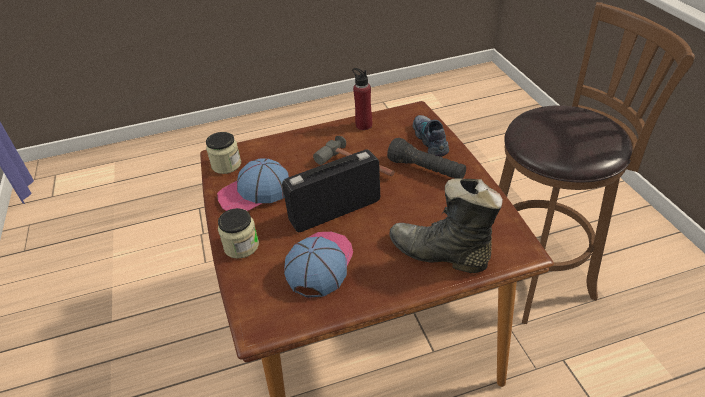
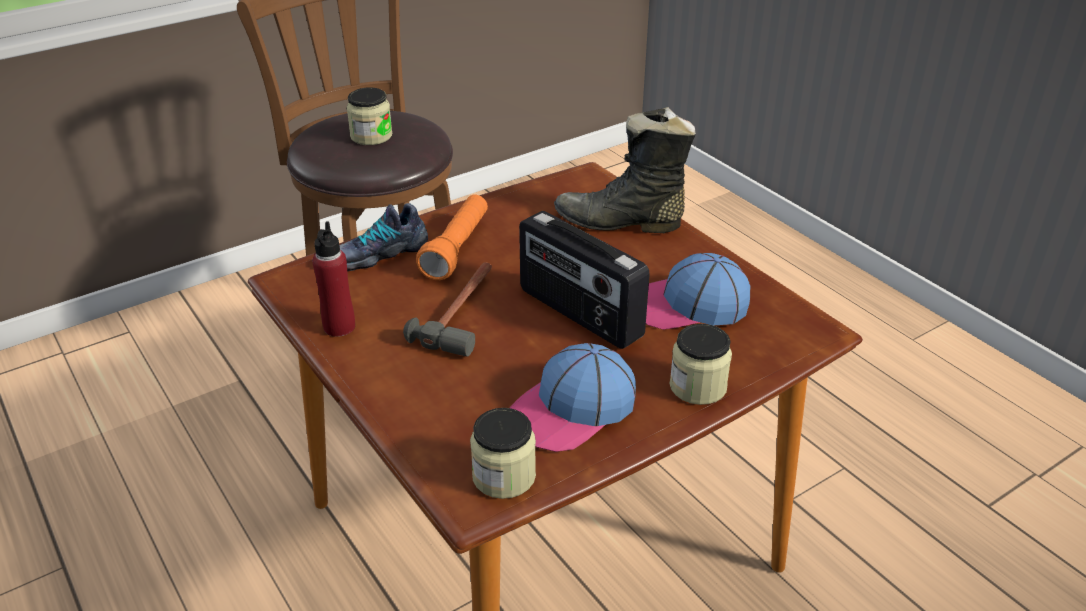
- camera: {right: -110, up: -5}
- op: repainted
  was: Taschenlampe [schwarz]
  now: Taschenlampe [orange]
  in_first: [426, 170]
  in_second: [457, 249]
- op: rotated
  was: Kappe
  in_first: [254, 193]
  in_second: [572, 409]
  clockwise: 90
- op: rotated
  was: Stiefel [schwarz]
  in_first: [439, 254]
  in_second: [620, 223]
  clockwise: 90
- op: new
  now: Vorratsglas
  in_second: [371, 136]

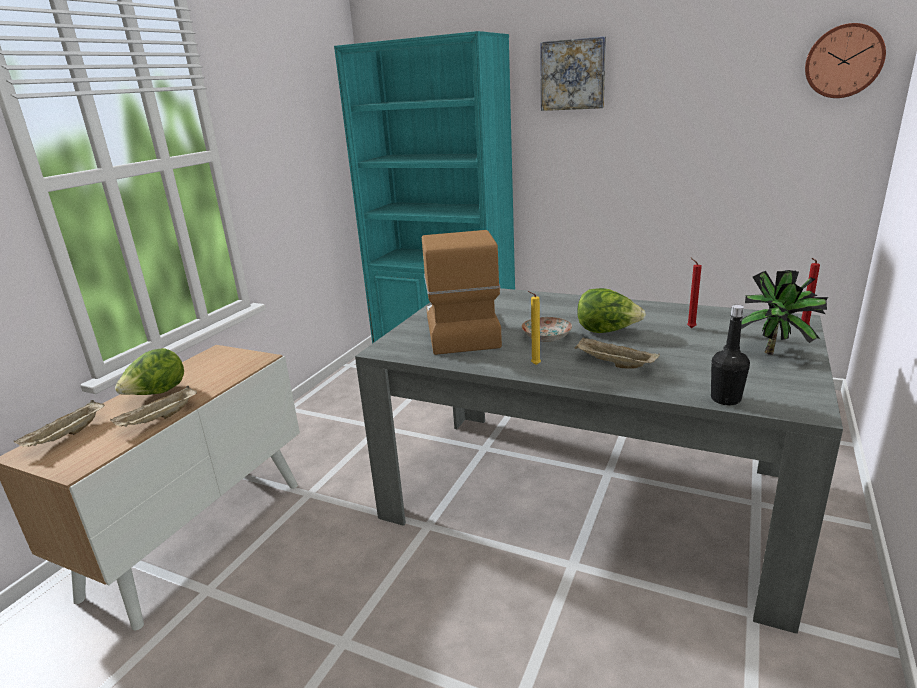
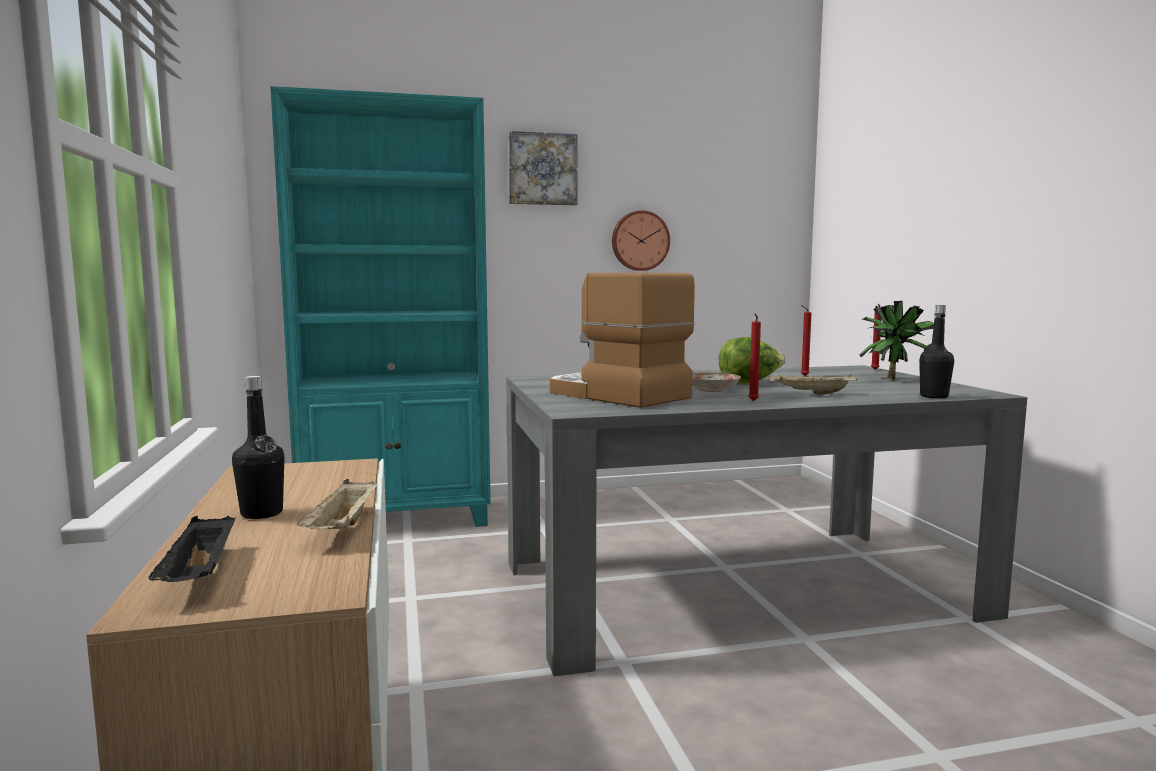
- camera: {right: -40, up: -15}
- op: shifted
  was: Wanduhr
  in_first: [843, 61]
  in_second: [640, 241]
- op: repainted
  was: Kerze [gelb]
  now: Kerze [rot]
  in_first: [534, 365]
  in_second: [753, 401]
- op: swapped
  was: Salatkopf
  now: Flasche [schwarz]
  in_first: [157, 394]
  in_second: [262, 513]
- op: repainted
  was: Tablett [beige]
  now: Tablett [schwarz]
  in_first: [67, 436]
  in_second: [201, 575]

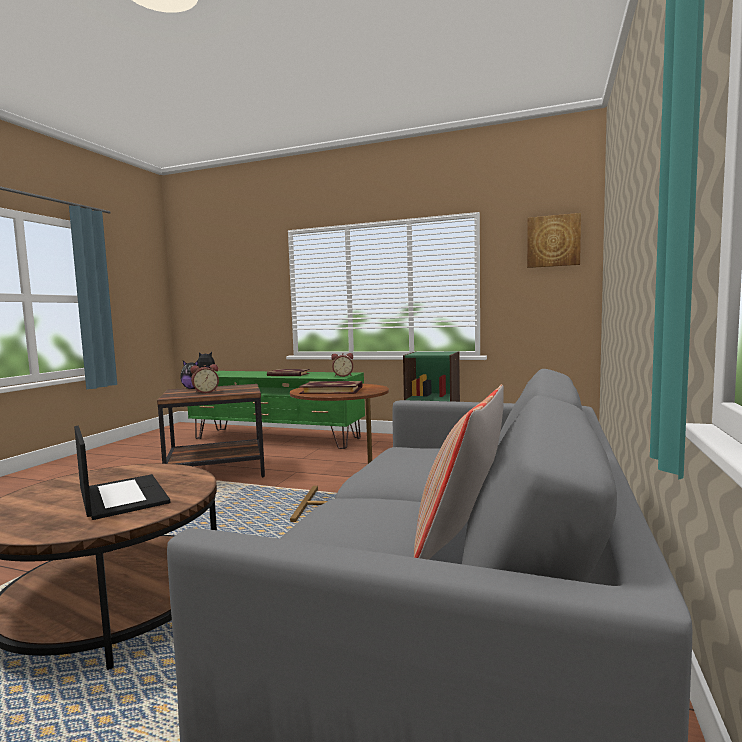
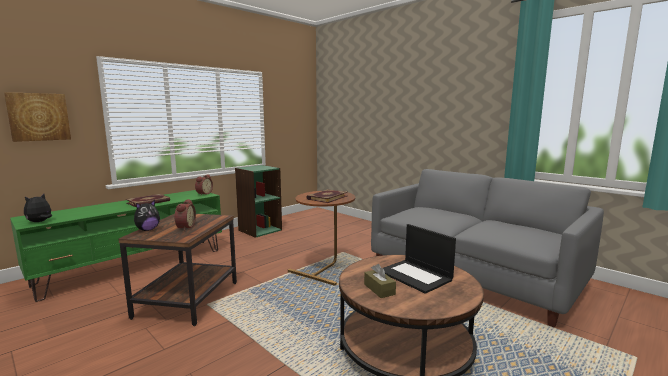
- camera: {right: -65, up: 5}
- op: shifted
  was: Bild
  in_first: [553, 241]
  in_second: [39, 117]
- op: gone
  was: Kissen
  in_first: [460, 542]
- op: rotated
  was: Laptop
  in_first: [122, 497]
  in_second: [416, 276]
  clockwise: -120
- op: new
  now: Taschentuchbox [braun]
  in_second: [379, 289]

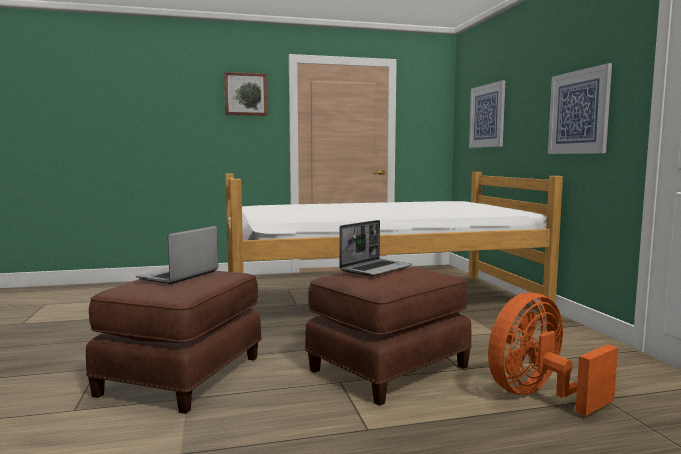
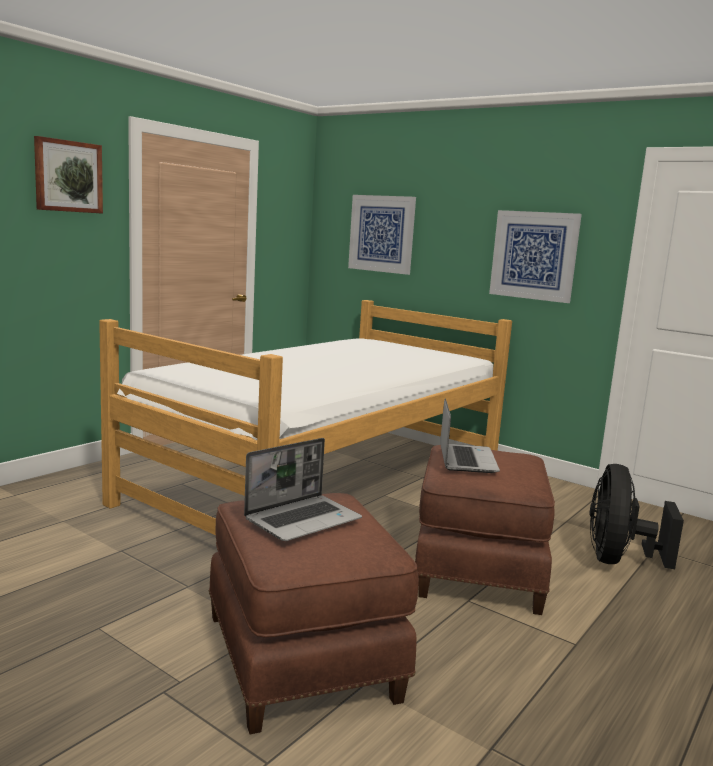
- camera: {right: -40, up: 5}
- op: rotated
  was: Laptop
  in_first: [178, 275]
  in_second: [303, 519]
  clockwise: -120
- op: repainted
  was: Ventilator [orange]
  now: Ventilator [schwarz]
  in_first: [538, 395]
  in_second: [618, 560]

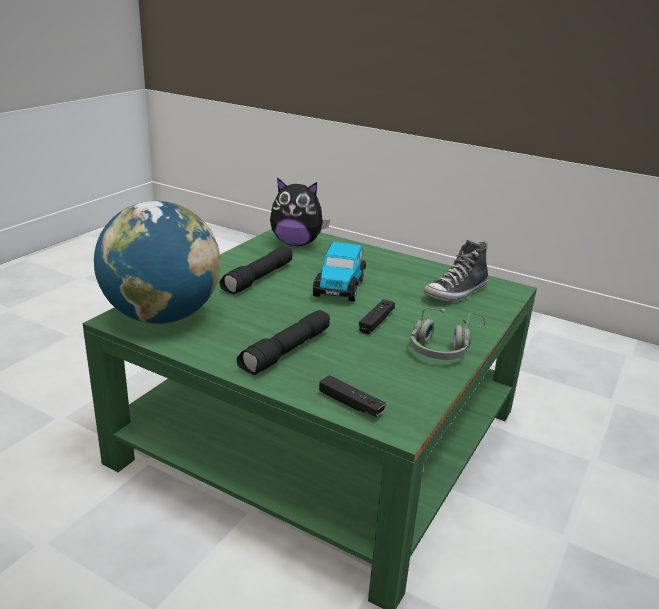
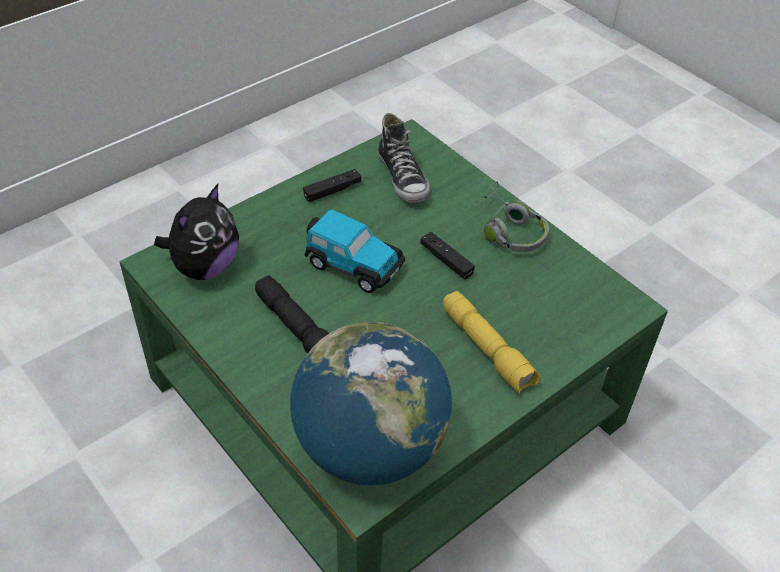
- camera: {right: -70, up: 20}
- op: repainted
  was: Taschenlampe [schwarz]
  now: Taschenlampe [gelb]
  in_first: [287, 352]
  in_second: [488, 349]
- op: shifted
  was: Gamepad [schwarz]
  in_first: [350, 404]
  in_second: [332, 191]

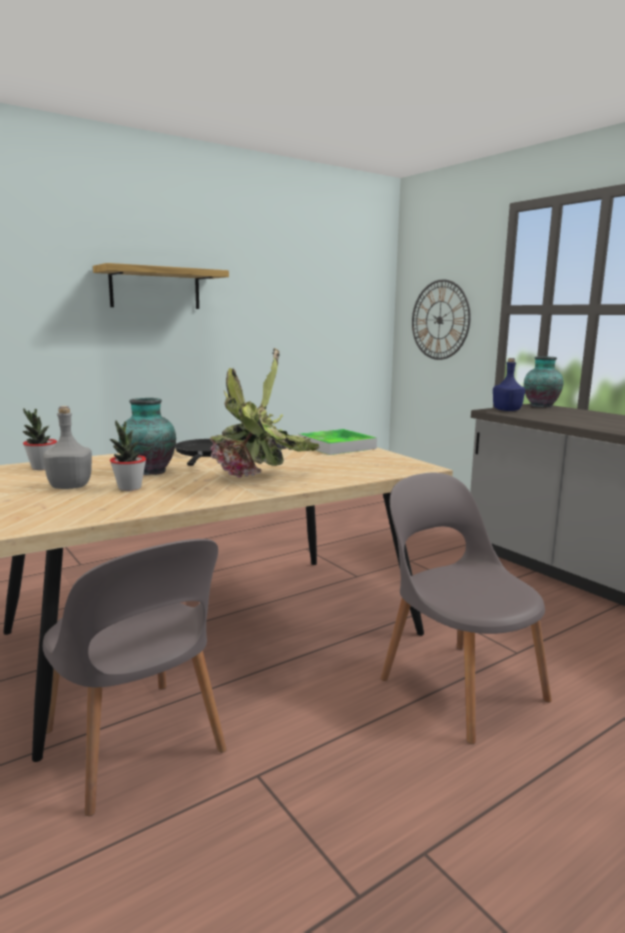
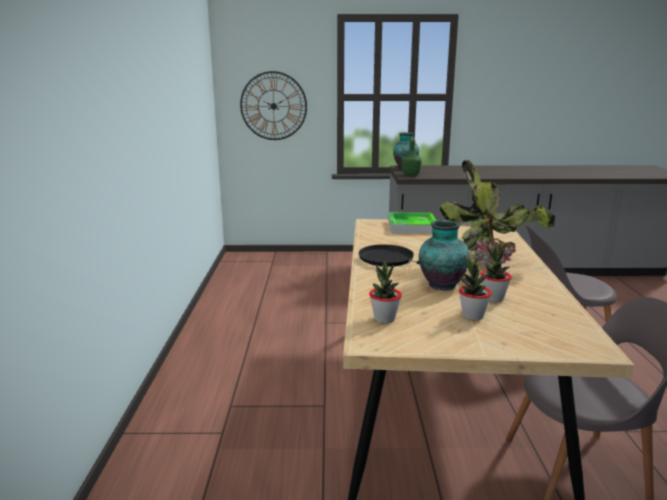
- camera: {right: -55, up: 5}
- op: gone
  was: Wandregal
  in_first: [155, 288]
- op: repainted
  was: Flasche [blau]
  now: Flasche [grün]
  in_first: [506, 410]
  in_second: [410, 174]
- op: swapped
  was: Flasche [grau]
  now: Topfpflanze
  in_first: [71, 486]
  in_second: [472, 316]

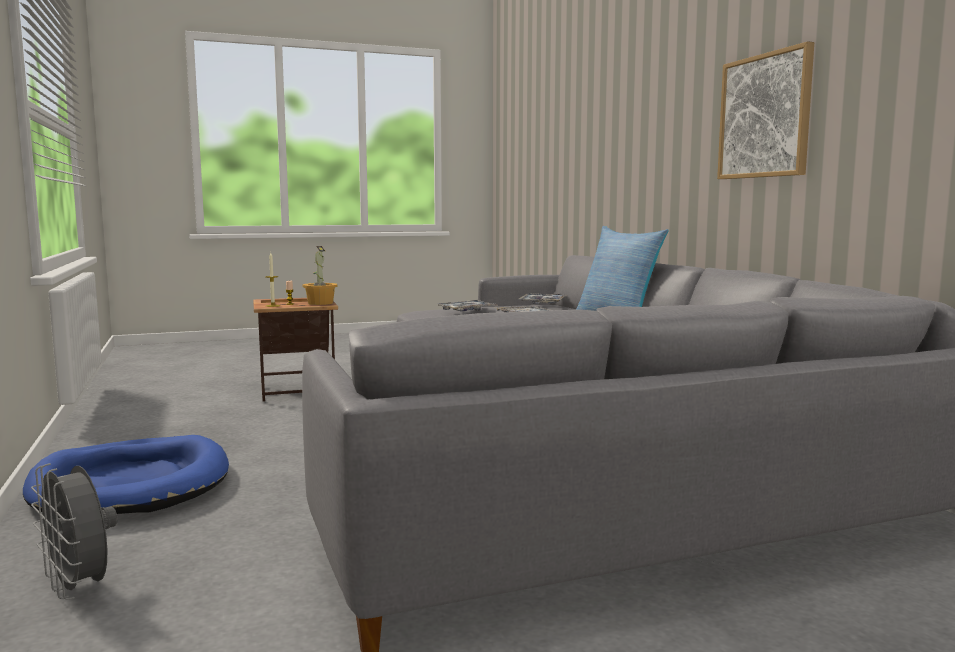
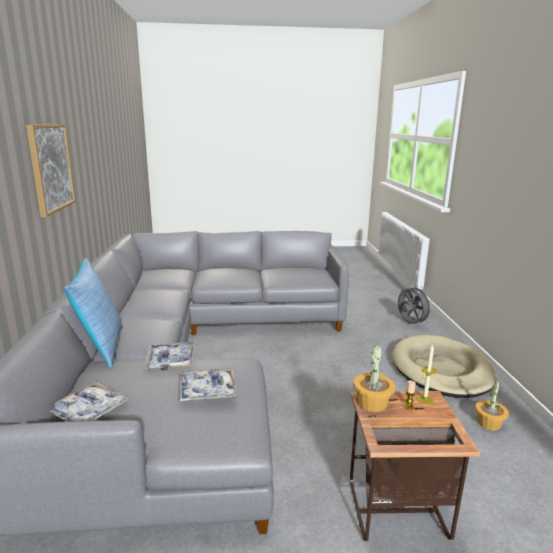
- camera: {right: -165, up: 10}
- op: repainted
  was: Hundebett [blau]
  now: Hundebett [beige]
  in_first: [132, 484]
  in_second: [441, 370]
- op: new
  now: Topfpflanze
  in_second: [488, 423]

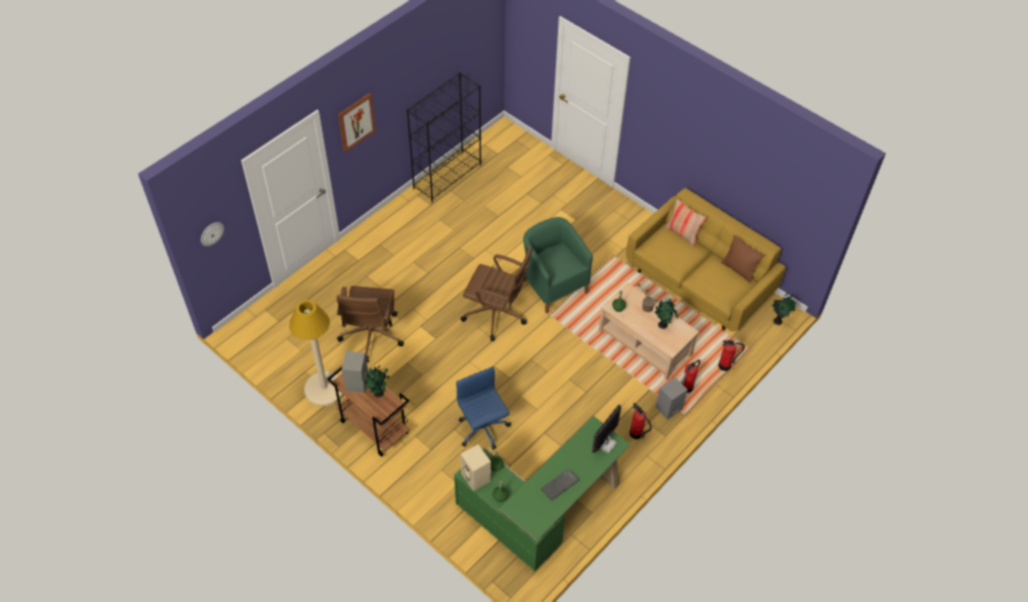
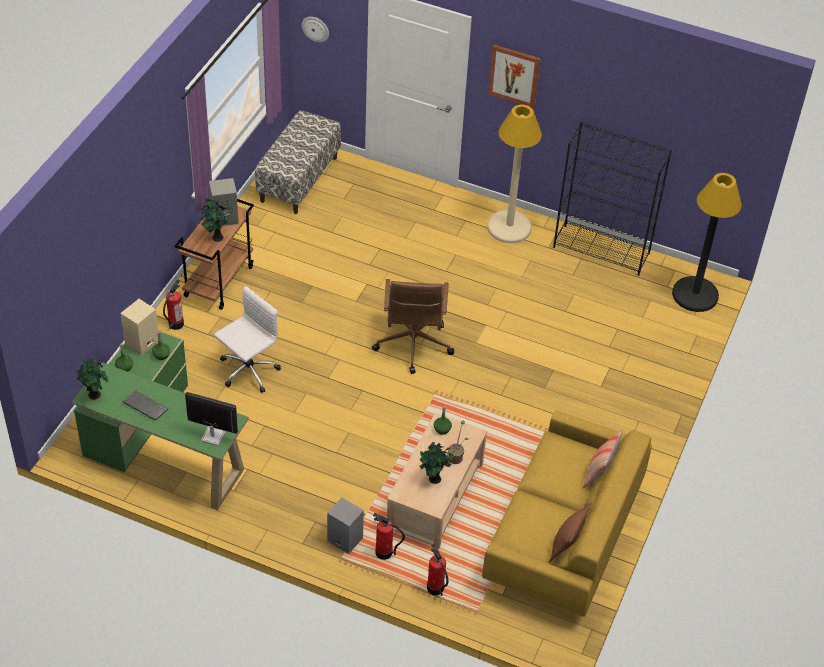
- camera: {right: 70, up: -5}
- op: gone
  was: Sessel [grün]
  in_first: [553, 285]
- op: gone
  was: Bürostuhl [braun]
  in_first: [371, 336]
- op: shifted
  was: Topfpflanze
  in_first: [778, 320]
  in_second: [95, 395]
- op: shifted
  was: Stehlampe [beige]
  in_first: [324, 389]
  in_second: [509, 227]
- op: repainted
  was: Bürostuhl [blau]
  now: Bürostuhl [weiß]
  in_first: [483, 430]
  in_second: [248, 371]
- op: shifted
  was: Feuerlöscher
  in_first: [636, 433]
  in_second: [176, 324]
- op: new
  now: Bank
  in_second: [298, 179]
- op: new
  now: Stehlampe [schwarz]
  in_second: [695, 295]

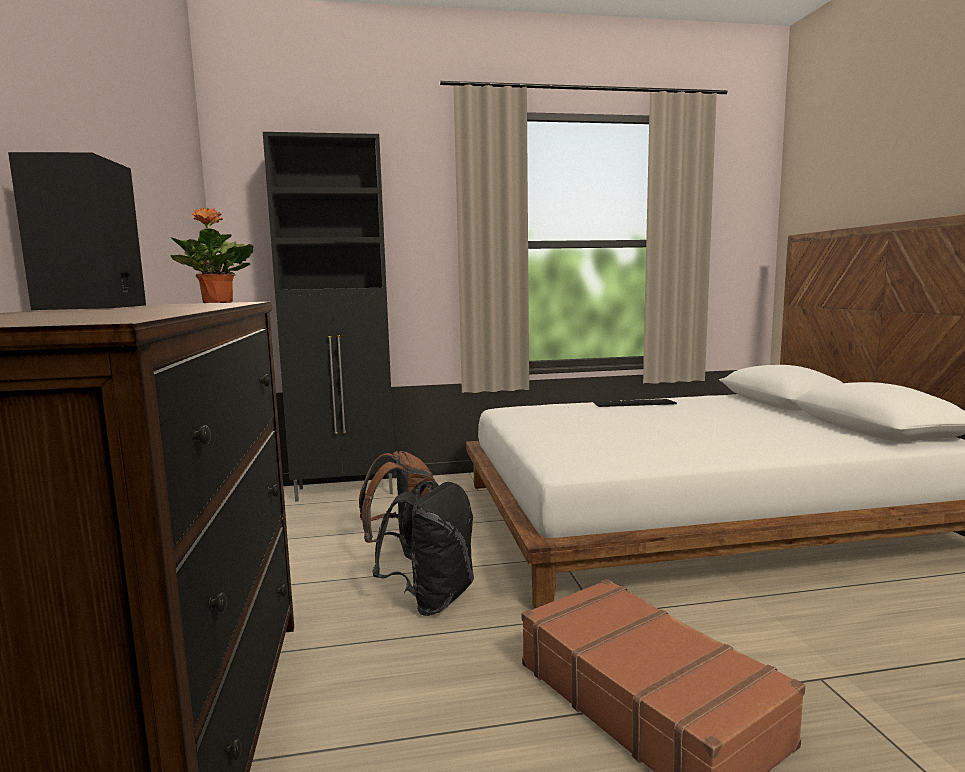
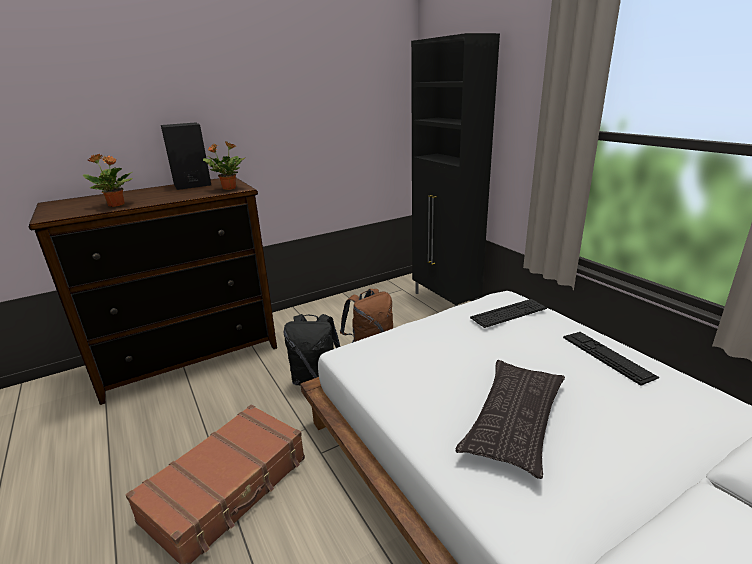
- camera: {right: 70, up: 15}
- op: new
  now: Topfpflanze
  in_second: [116, 205]
- op: new
  now: Tastatur
  in_second: [508, 313]
- op: new
  now: Kissen
  in_second: [514, 420]

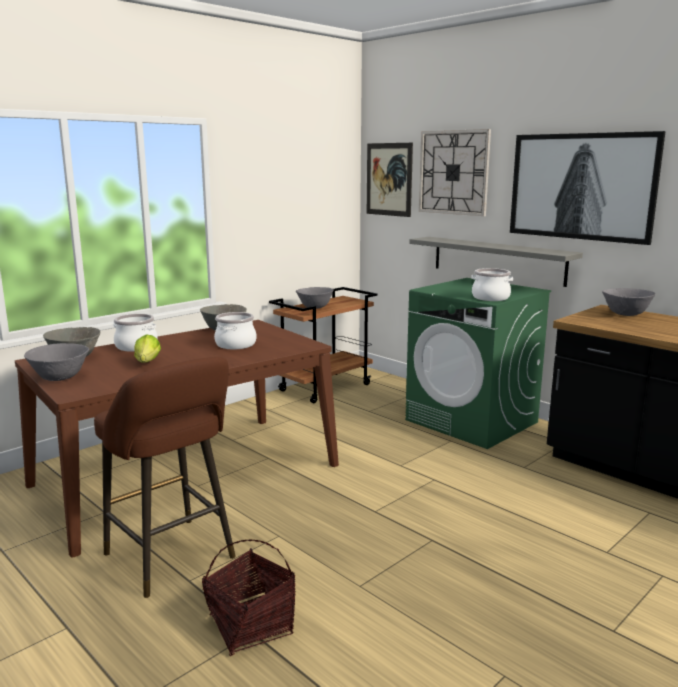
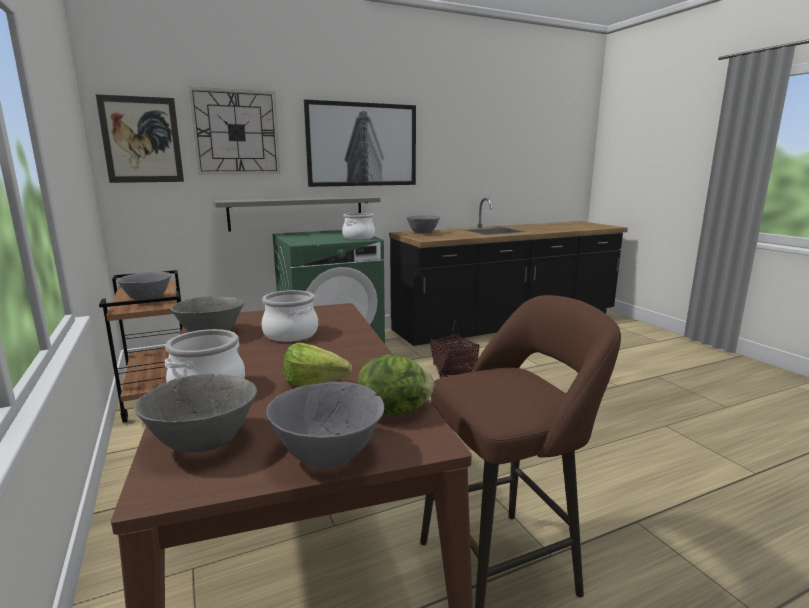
- camera: {right: -70, up: 0}
- op: shifted
  was: Korb
  in_first: [250, 625]
  in_second: [453, 371]
- op: new
  now: Salatkopf
  in_second: [395, 412]

